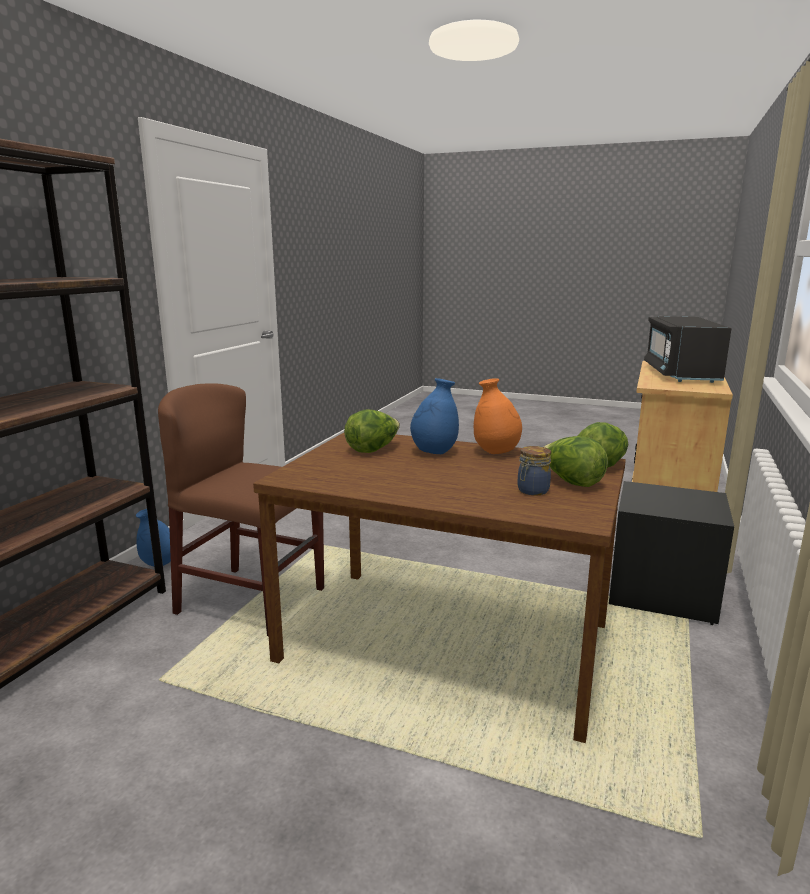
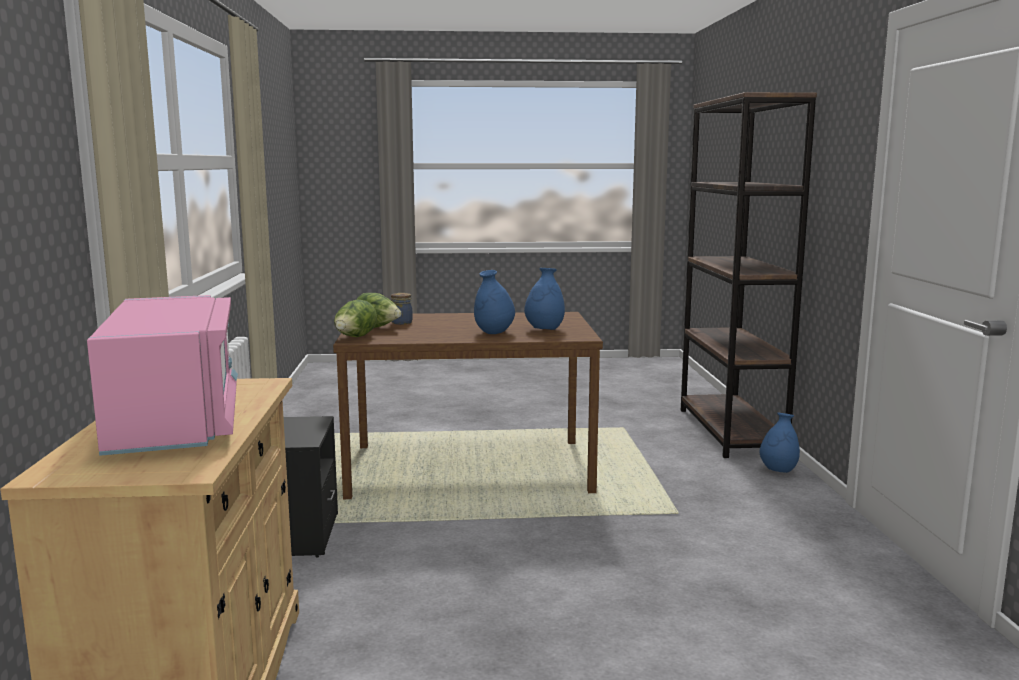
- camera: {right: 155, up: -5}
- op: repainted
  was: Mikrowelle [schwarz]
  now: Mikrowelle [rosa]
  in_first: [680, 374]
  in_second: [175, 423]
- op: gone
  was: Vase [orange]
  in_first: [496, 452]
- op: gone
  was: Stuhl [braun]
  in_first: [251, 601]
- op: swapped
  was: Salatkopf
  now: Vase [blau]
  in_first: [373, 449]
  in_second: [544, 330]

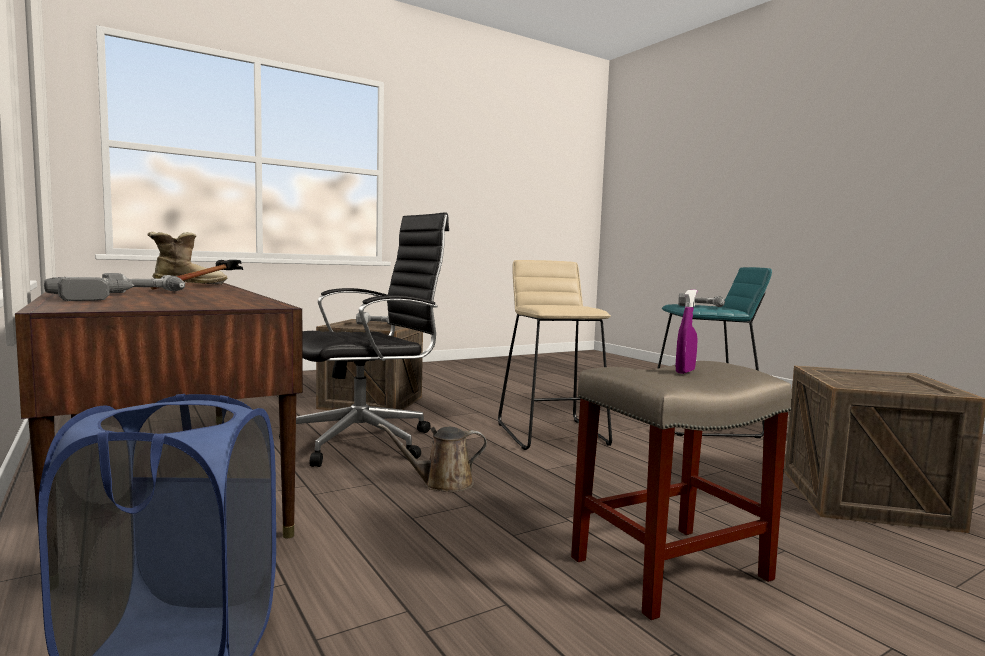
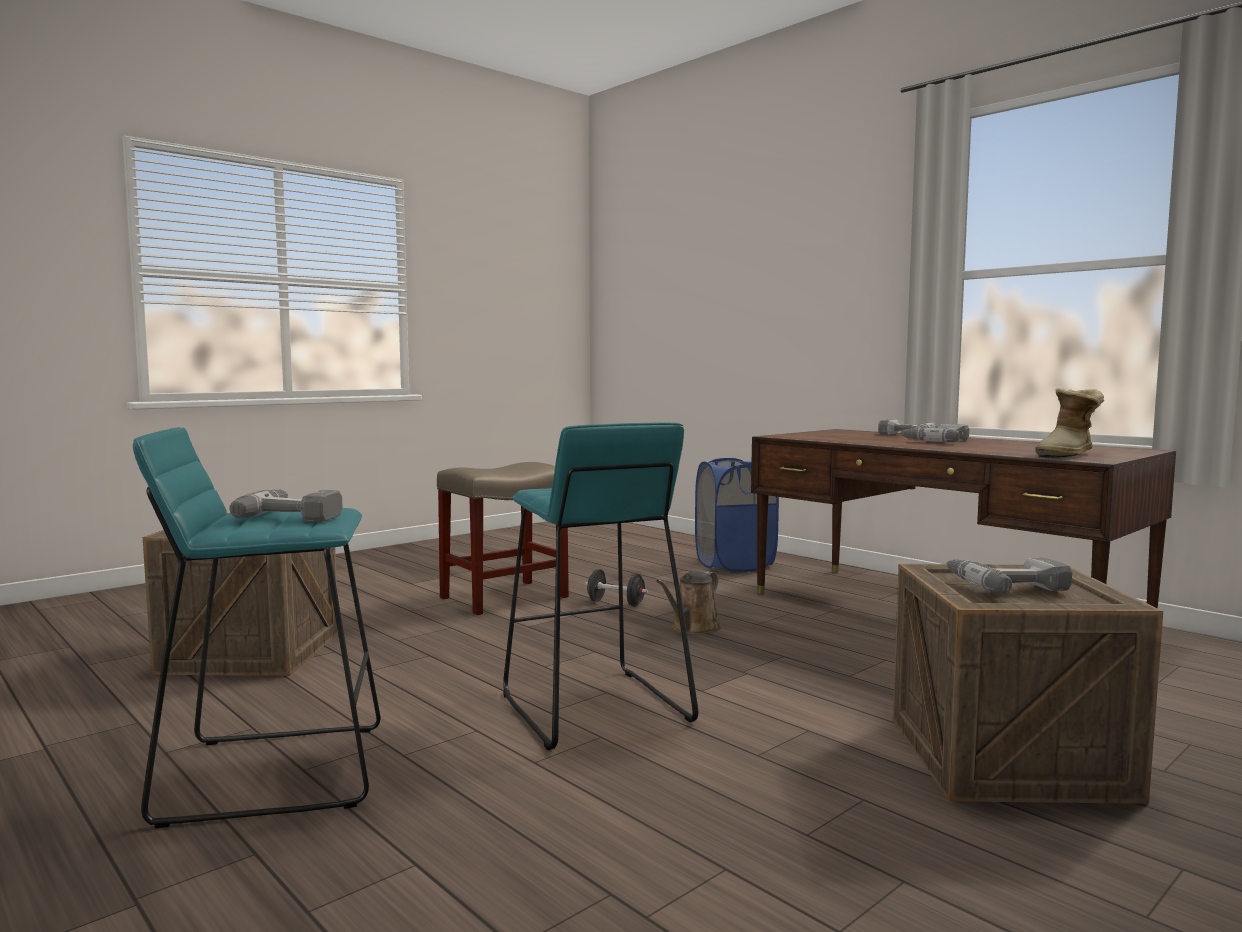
- camera: {right: 170, up: 0}
- op: gone
  was: Bürostuhl [schwarz]
  in_first: [366, 442]
- op: gone
  was: Hammer
  in_first: [207, 288]
- op: repainted
  was: Hocker [beige]
  now: Hocker [türkis]
  in_first: [553, 433]
  in_second: [593, 708]
- op: gone
  was: Sprühflasche [lila]
  in_first: [685, 371]
- op: rotated
  was: Gießkanne [braun]
  in_first: [442, 483]
  in_second: [693, 628]
  clockwise: 150
- op: new
  now: Hantel [schwarz]
  in_second: [616, 603]

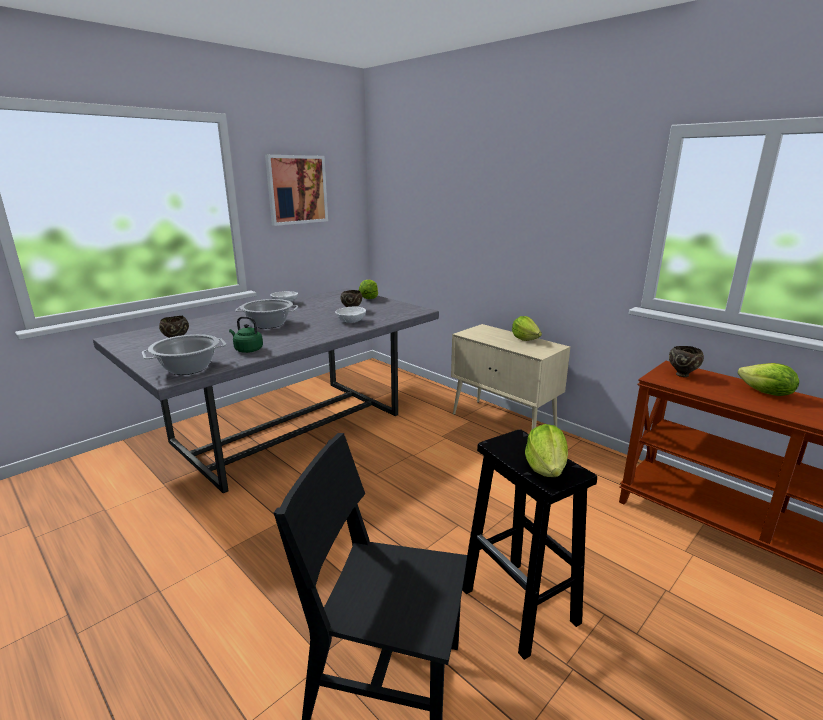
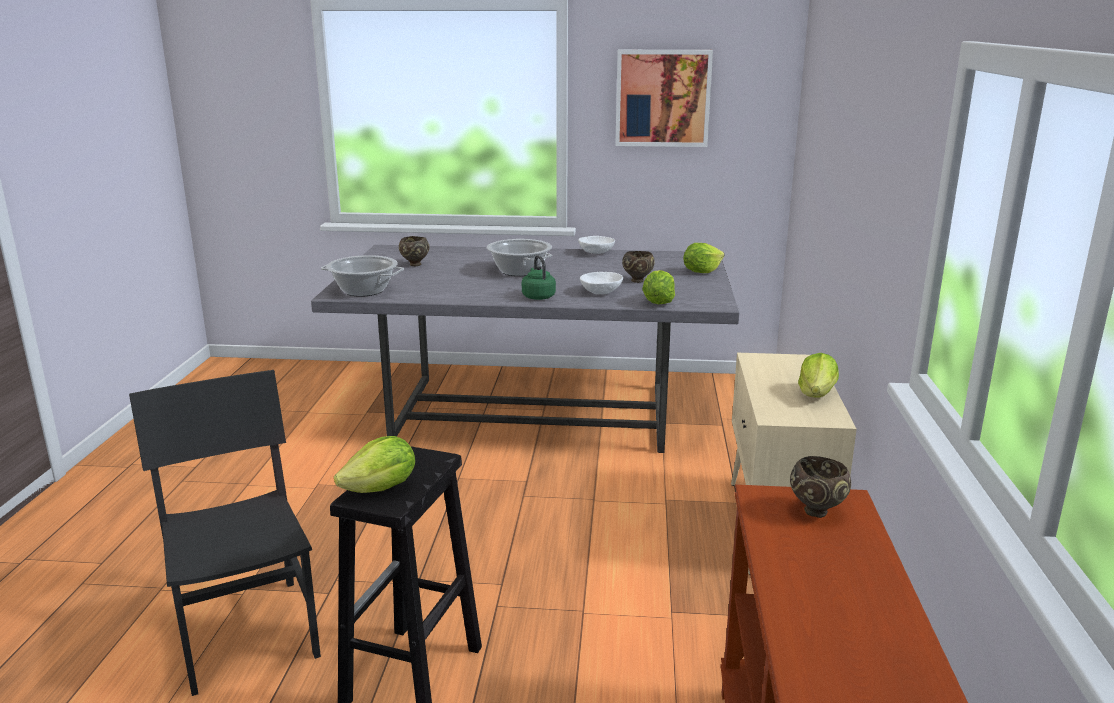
- camera: {right: 50, up: 0}
- op: shifted
  was: Wasserkessel [grün]
  in_first: [247, 350]
  in_second: [538, 296]
- op: shifted
  was: Salatkopf
  in_first: [766, 393]
  in_second: [658, 302]

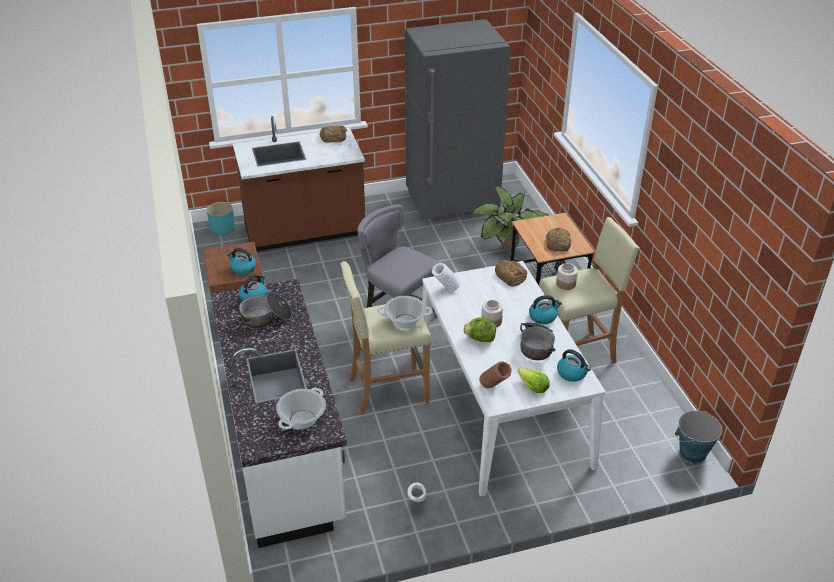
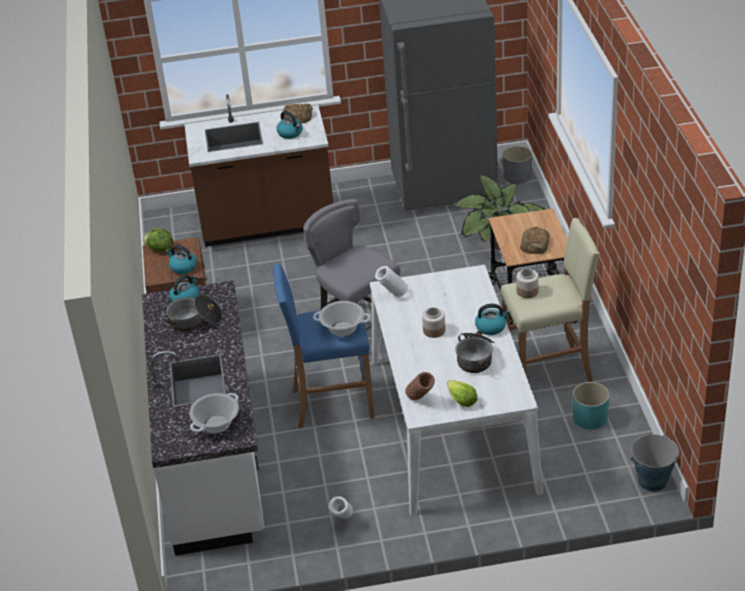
- camera: {right: 10, up: 0}
- op: shifted
  was: Pflanzkübel [türkis]
  in_first: [222, 228]
  in_second: [590, 418]
- op: gone
  was: Brot
  in_first: [510, 276]
- op: repainted
  was: Hocker [beige]
  now: Hocker [blau]
  in_first: [387, 390]
  in_second: [331, 404]
- op: shifted
  was: Salatkopf
  in_first: [480, 339]
  in_second: [160, 249]
- op: shifted
  was: Wasserkessel
  in_first: [572, 373]
  in_second: [290, 133]
- op: new
  now: Pflanzkübel [grau]
  in_second: [517, 175]

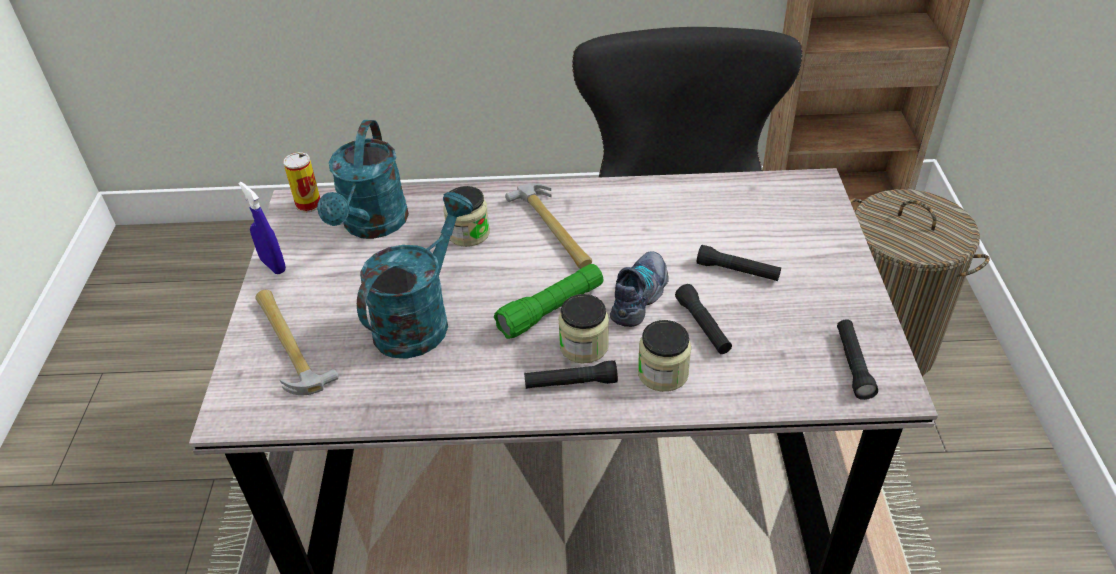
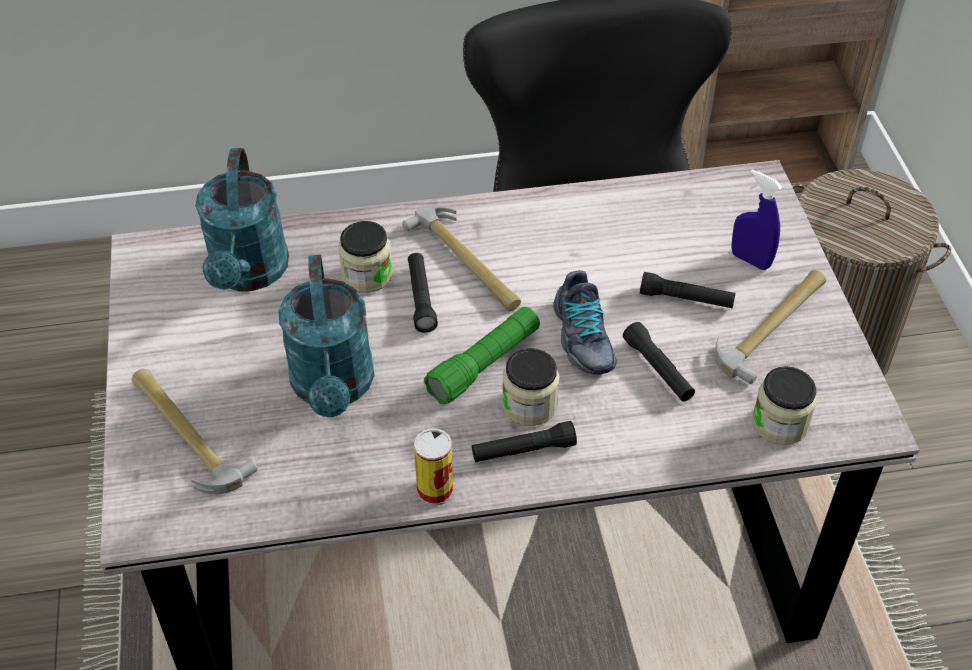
- camera: {right: -10, up: 5}
- op: shifted
  was: Dose
  in_first: [308, 204]
  in_second: [435, 490]
- op: shifted
  was: Sprühflasche [blau]
  in_first: [273, 265]
  in_second: [750, 260]
- op: rotated
  was: Gießkanne [türkis]
  in_first: [419, 318]
  in_second: [334, 388]
  clockwise: 150
- op: rotated
  was: Schuh
  in_first: [640, 295]
  in_second: [582, 338]
  clockwise: 150
- op: shifted
  was: Taschenlampe [schwarz]
  in_first: [853, 364]
  in_second: [421, 298]
- op: shifted
  was: Vorratsglas
  in_first: [663, 373]
  in_second: [779, 424]
- op: new
  now: Hammer
  in_second: [772, 327]

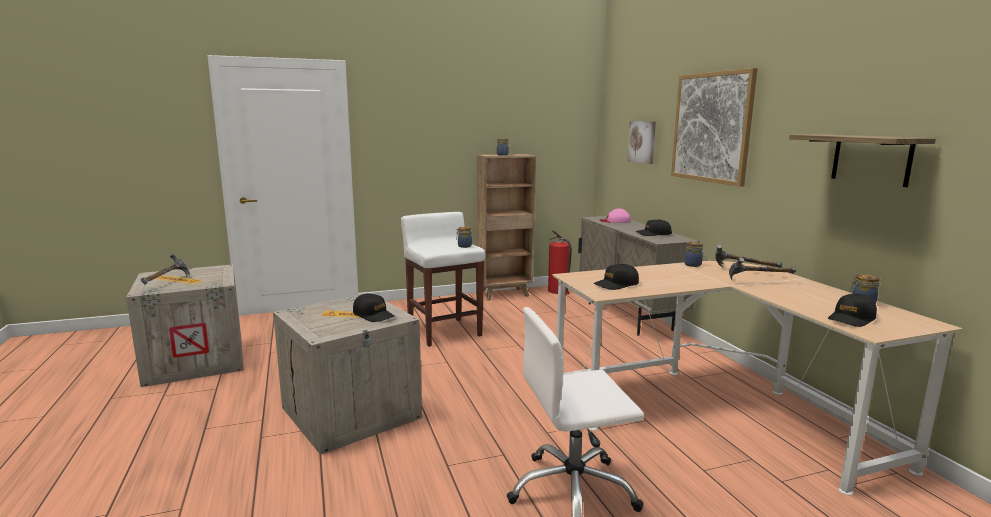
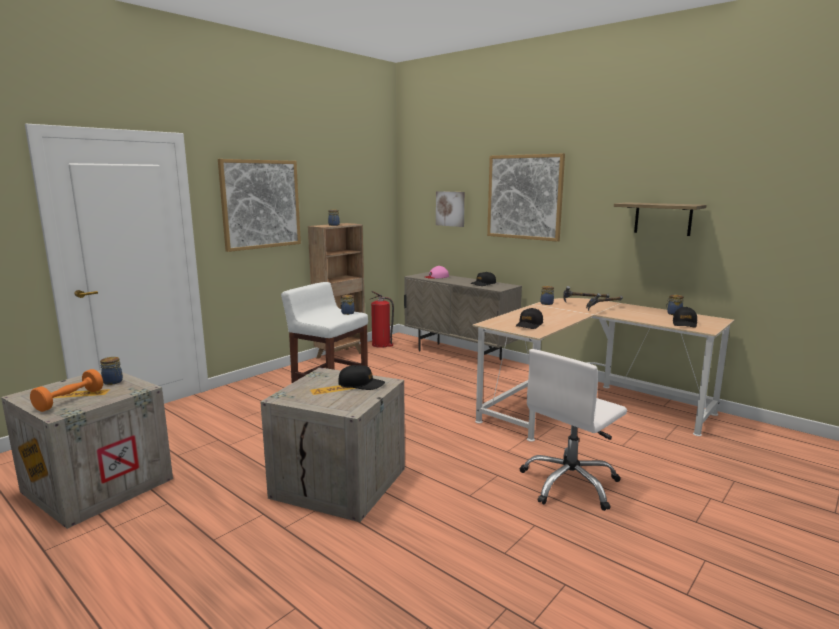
- camera: {right: -30, up: 0}
- op: swapped
  was: Hammer
  now: Hantel [orange]
  in_first: [166, 283]
  in_second: [70, 400]
- op: new
  now: Bild
  in_second: [261, 204]
- op: new
  now: Vorratsglas
  in_second: [113, 382]

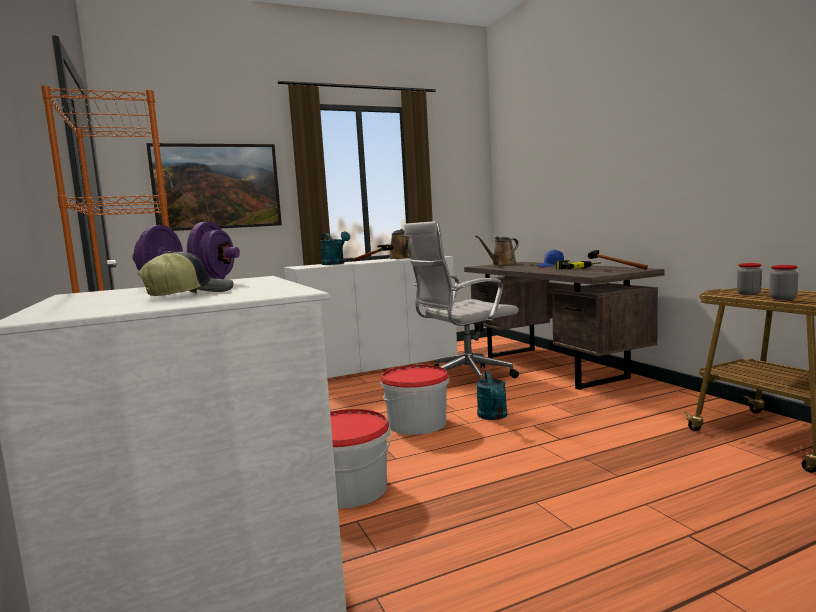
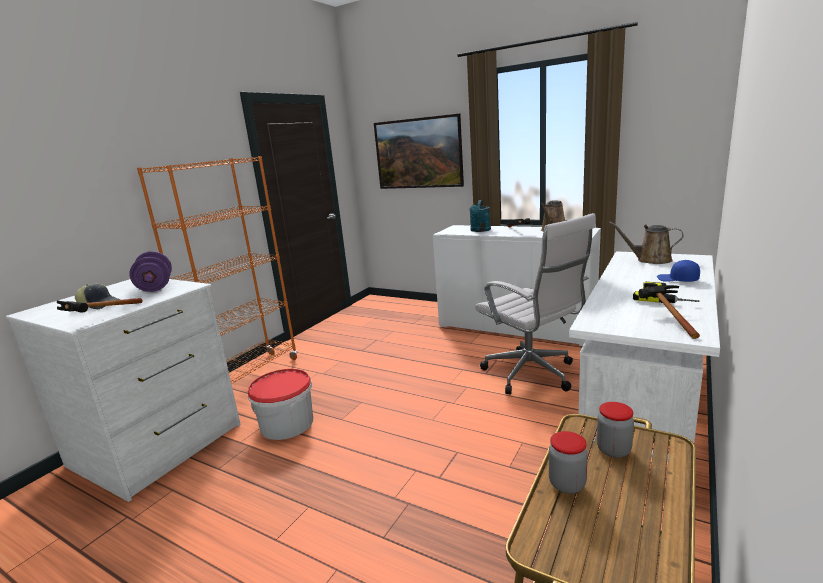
- camera: {right: 55, up: 10}
- op: rotated
  was: Bürostuhl [weiß]
  in_first: [464, 379]
  in_second: [533, 375]
  clockwise: -150
- op: repainted
  was: Schreibtisch [braun]
  now: Schreibtisch [weiß]
  in_first: [553, 366]
  in_second: [645, 402]
- op: gone
  was: Eimer
  in_first: [417, 423]
- op: gone
  was: Gießkanne [türkis]
  in_first: [493, 416]
- op: new
  now: Hammer
  in_second: [99, 319]

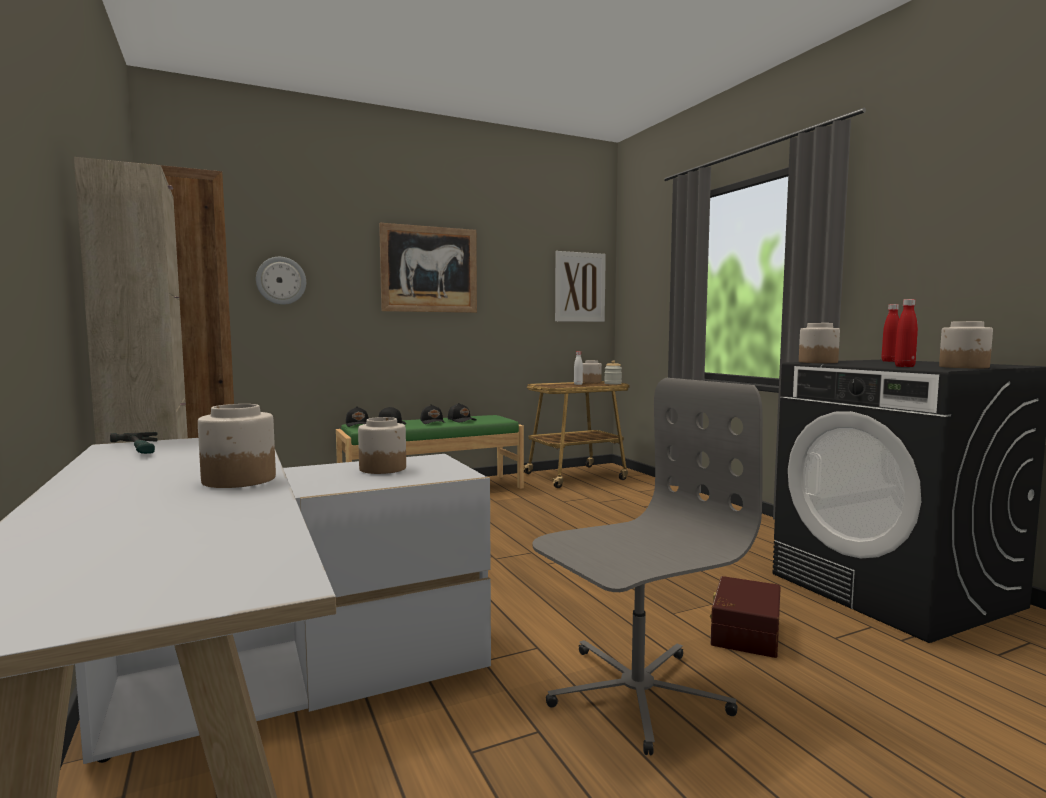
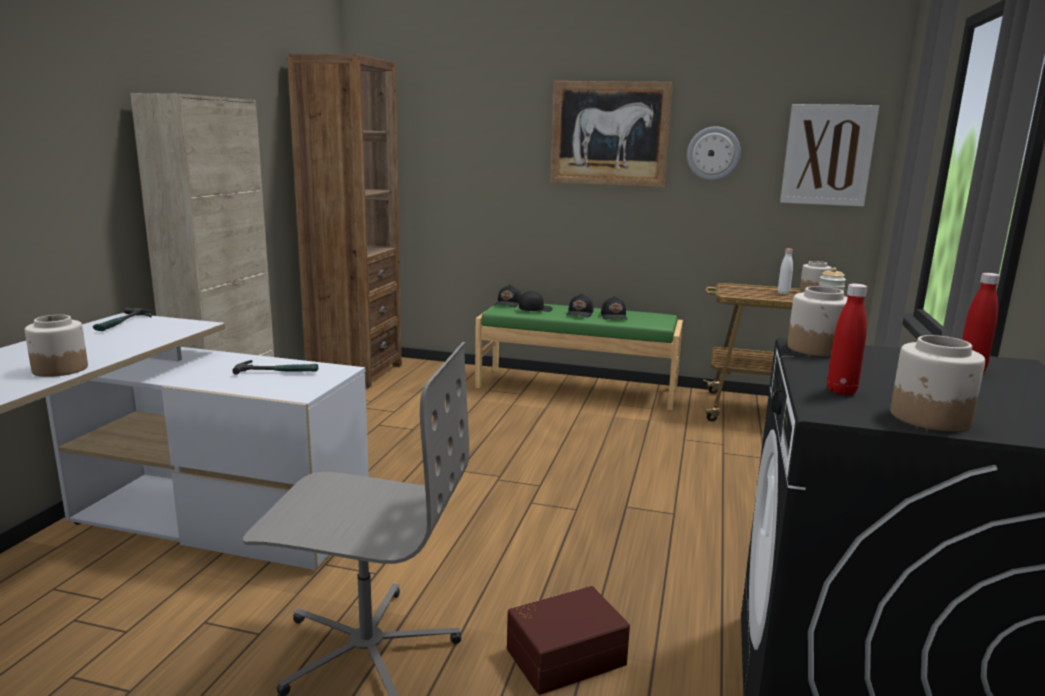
- camera: {right: 40, up: 10}
- op: shifted
  was: Wanduhr
  in_first: [281, 280]
  in_second: [713, 153]
- op: swapped
  was: Vorratsglas
  now: Hammer
  in_first: [383, 468]
  in_second: [277, 372]

